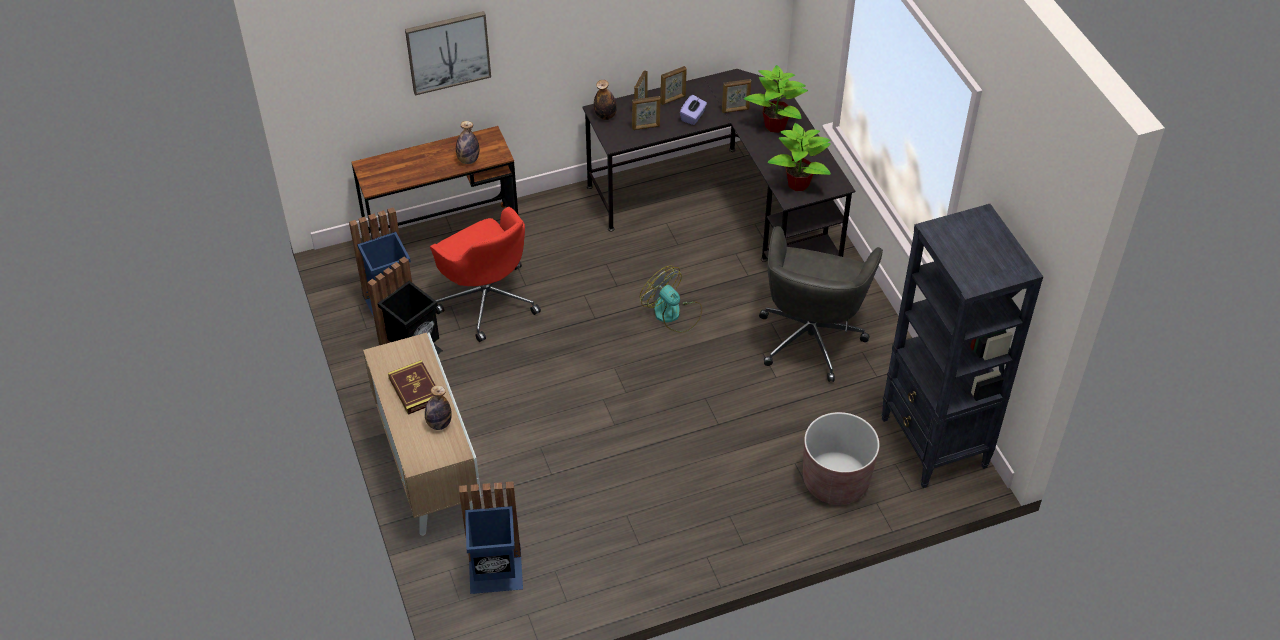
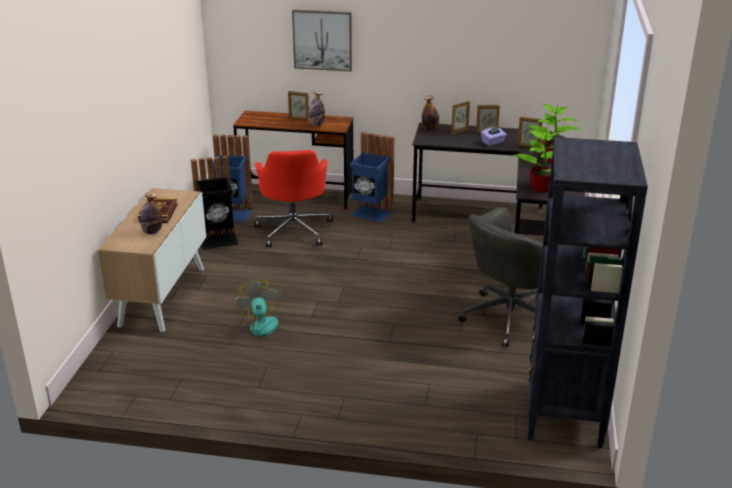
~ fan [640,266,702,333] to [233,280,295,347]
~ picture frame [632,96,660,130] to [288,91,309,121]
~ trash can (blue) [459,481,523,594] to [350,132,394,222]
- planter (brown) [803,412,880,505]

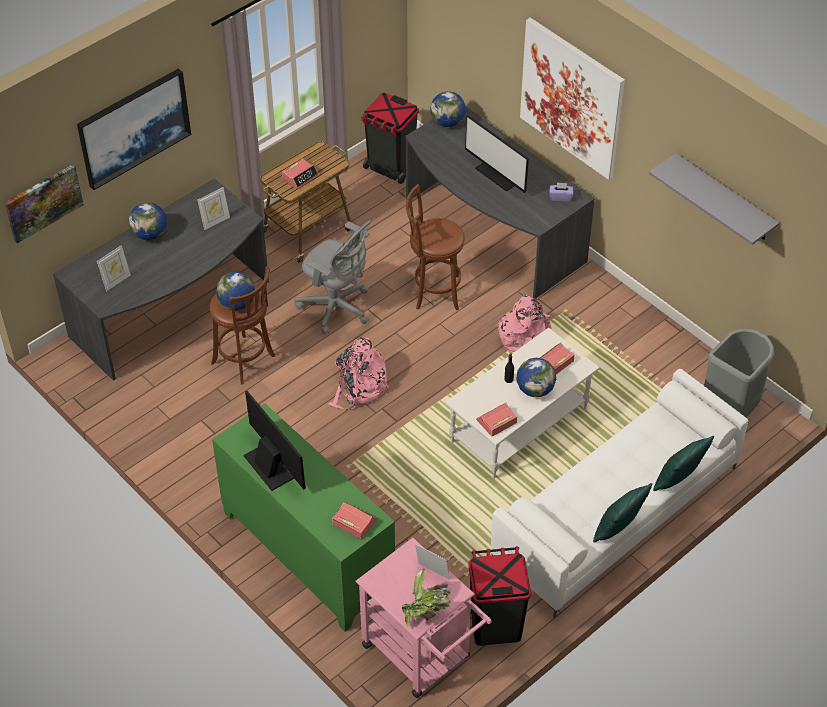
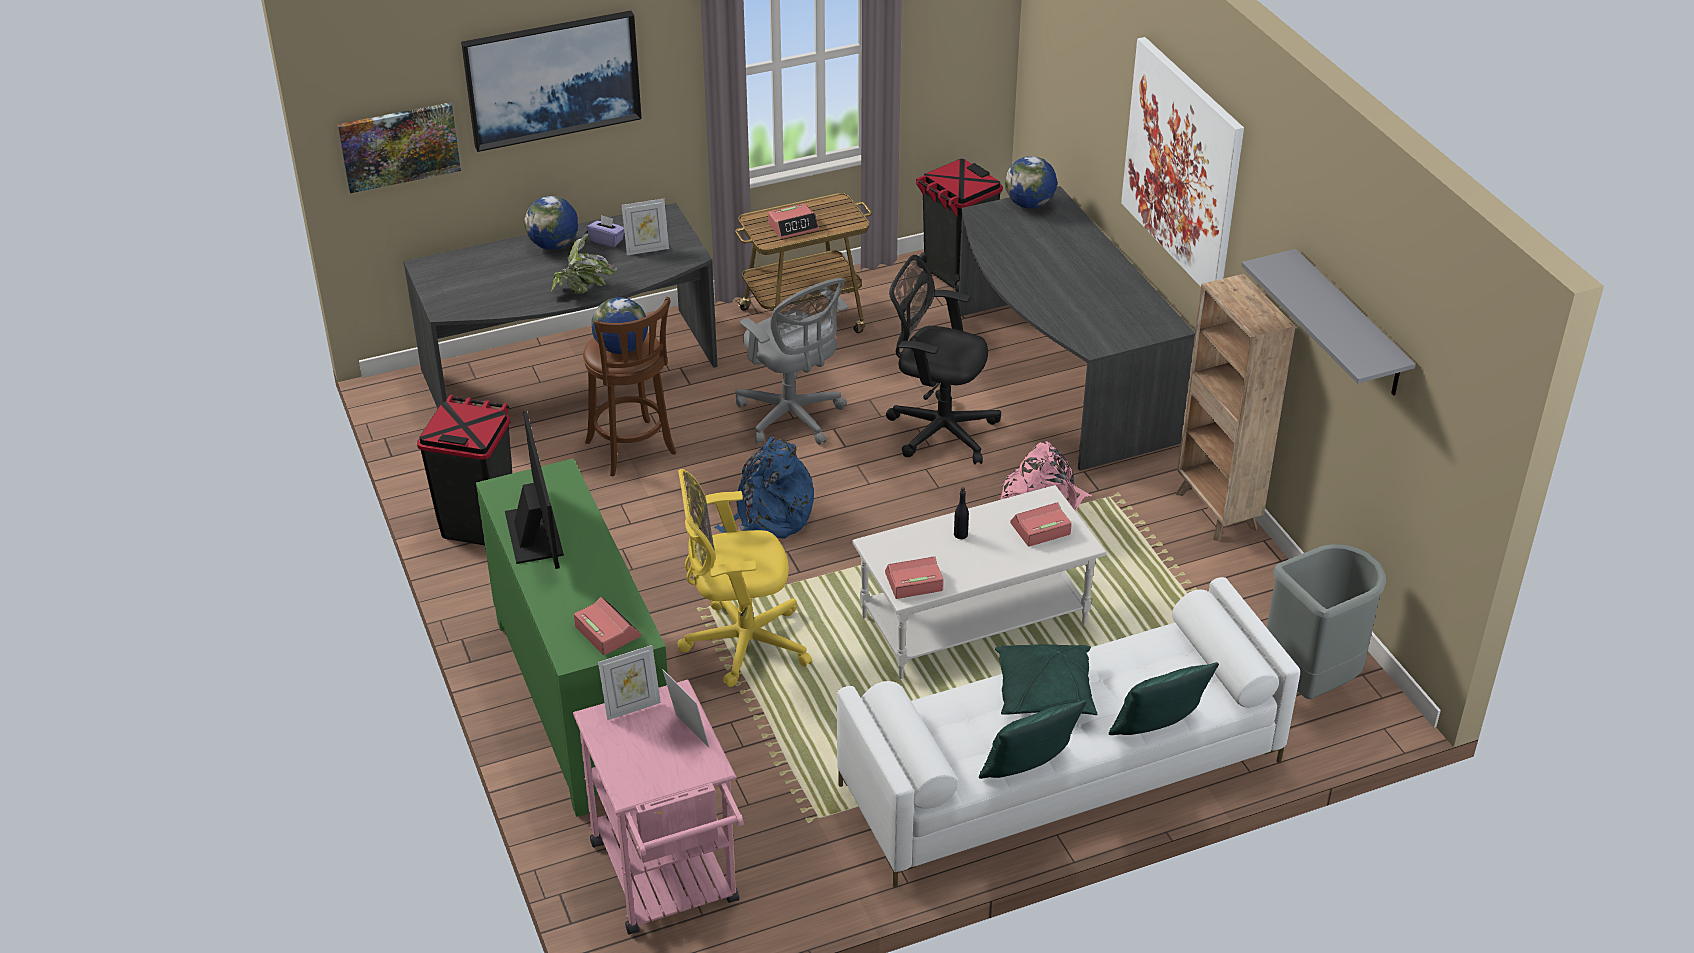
~ trash can (black) [468,546,531,646] to [417,395,512,545]
~ potted plant [402,567,451,626] to [550,230,617,294]
~ tissue box (purple) [549,182,573,202] to [586,215,624,247]
~ picture frame [97,245,131,291] to [598,645,661,720]
+ office chair (yellow) [677,469,812,687]
~ backpack (pink) [328,337,389,411] to backpack (blue) [715,436,814,538]
~ stool (brown) [406,184,465,310] to office chair (black) [886,255,1001,464]
+ pillow (green) [995,644,1097,715]
+ bookcase (brown) [1176,274,1295,541]
- monitor [465,115,529,193]
- globe [517,358,556,397]

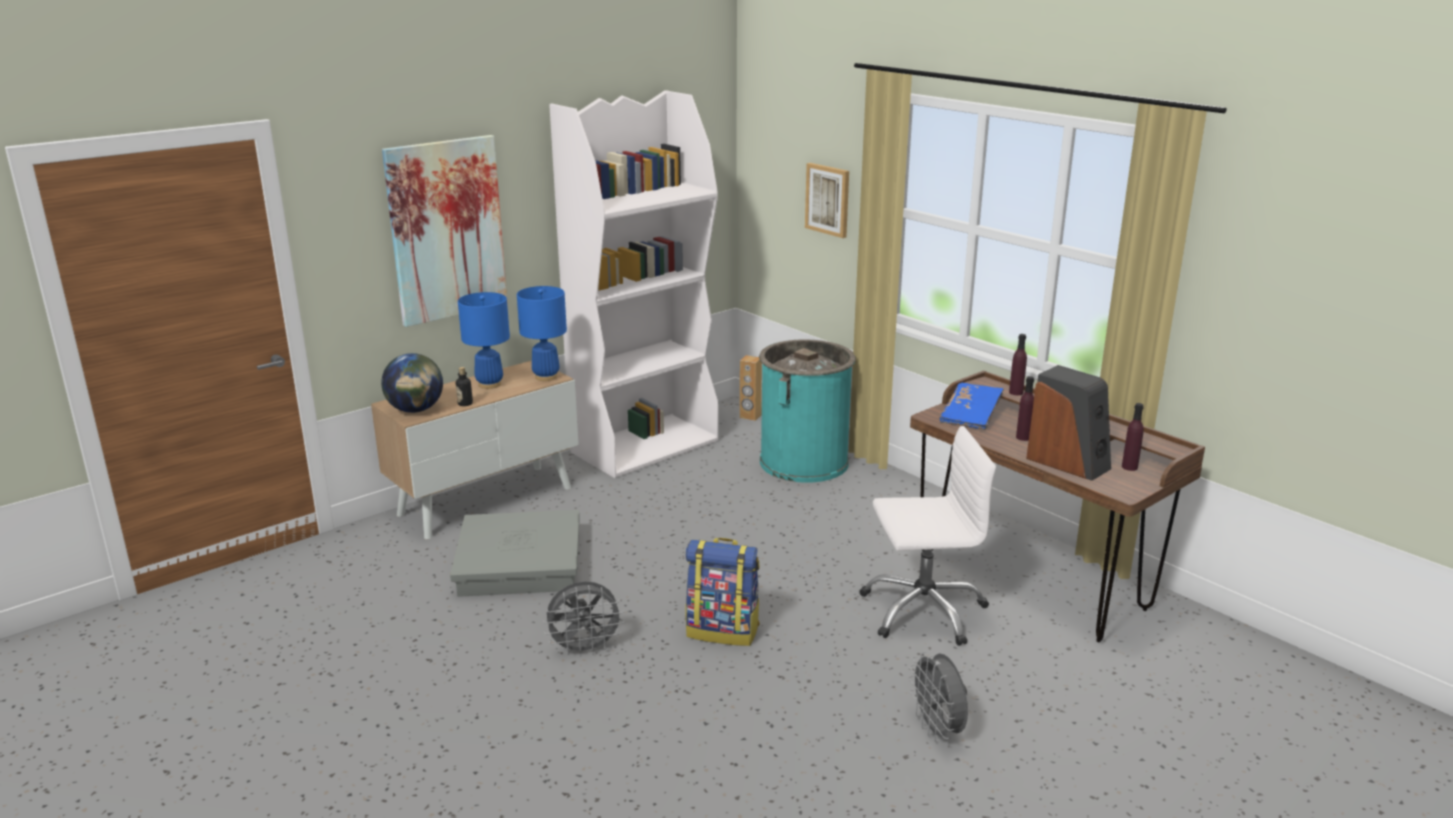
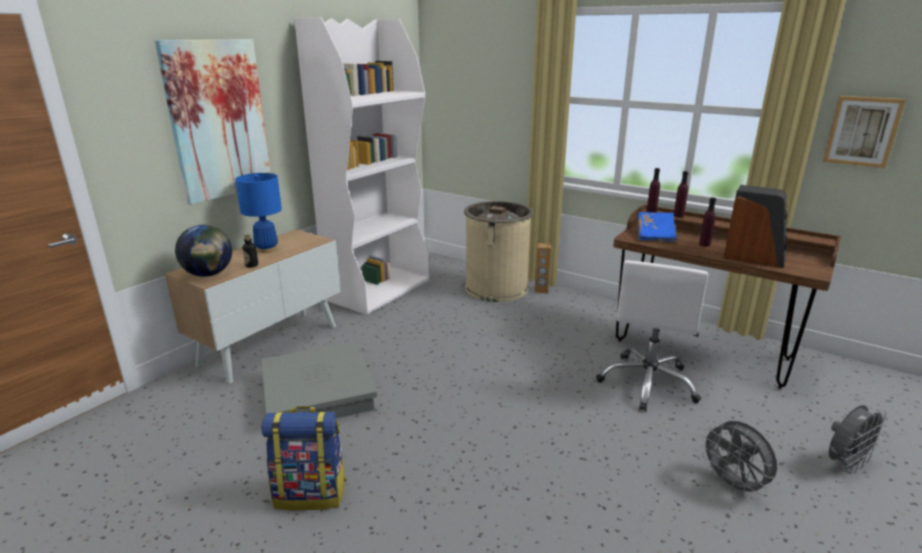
~ backpack [685,538,760,646] to [261,406,346,510]
~ trash can (turquoise) [759,339,856,483] to trash can (beige) [464,201,534,302]
~ speaker (brown) [740,355,762,421] to [534,243,551,294]
~ office chair (white) [859,426,996,646] = [596,260,708,411] 135 degrees clockwise
~ bottle (purple) [1122,403,1144,471] to [646,168,660,212]
~ picture [805,163,849,238] to [823,96,906,168]
~ fan (grey) [543,581,625,657] to [829,405,890,474]
- table lamp (blue) [517,286,567,381]

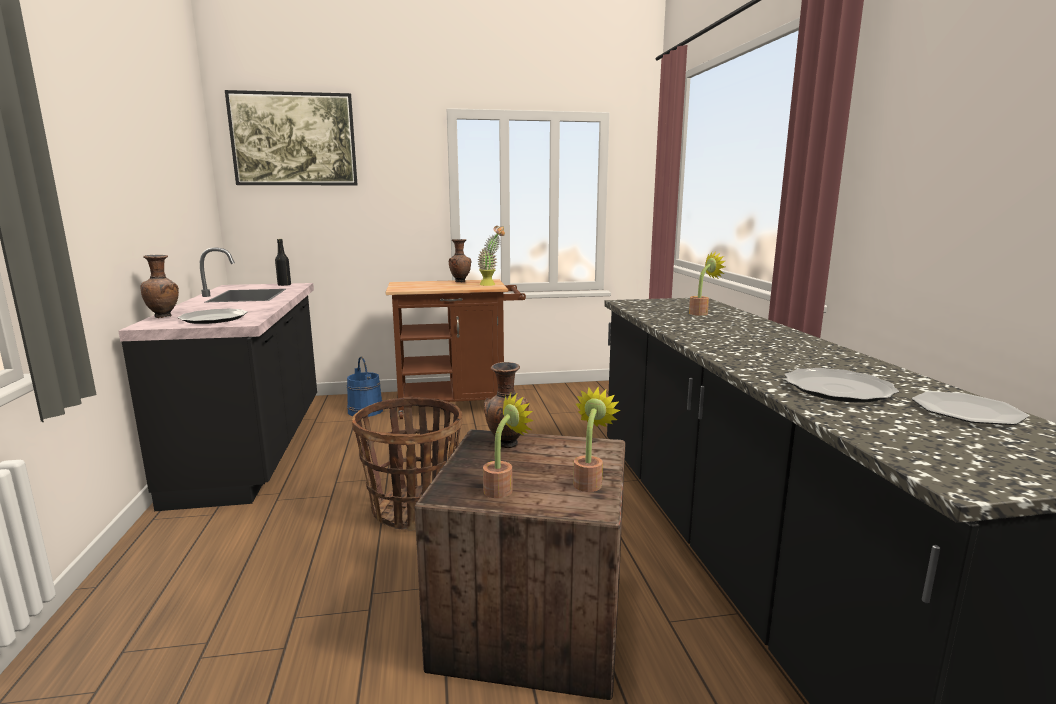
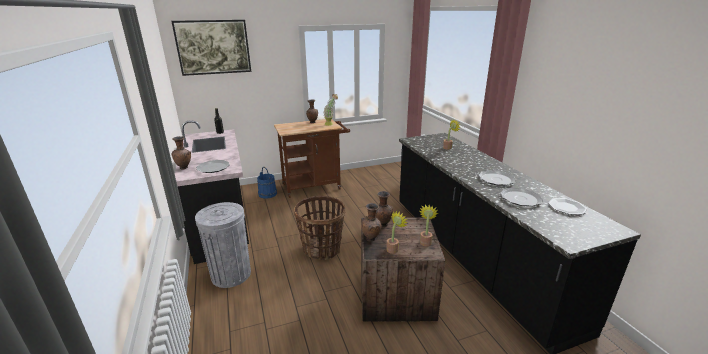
+ trash can (grey) [195,202,251,288]
+ vase (brown) [361,203,381,242]
+ plate [479,170,516,186]

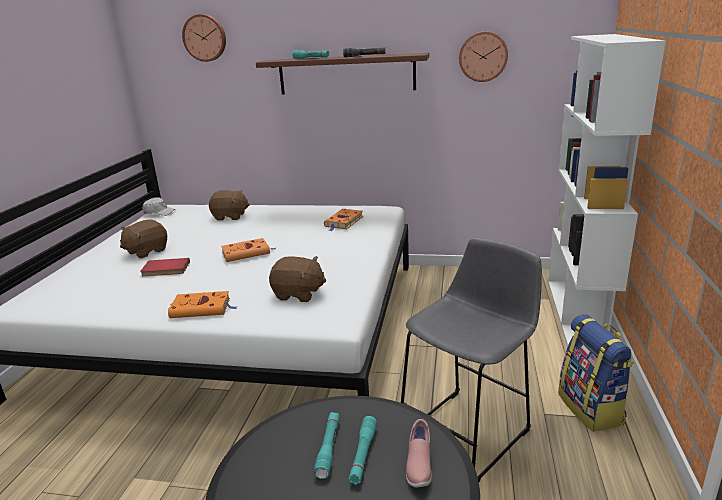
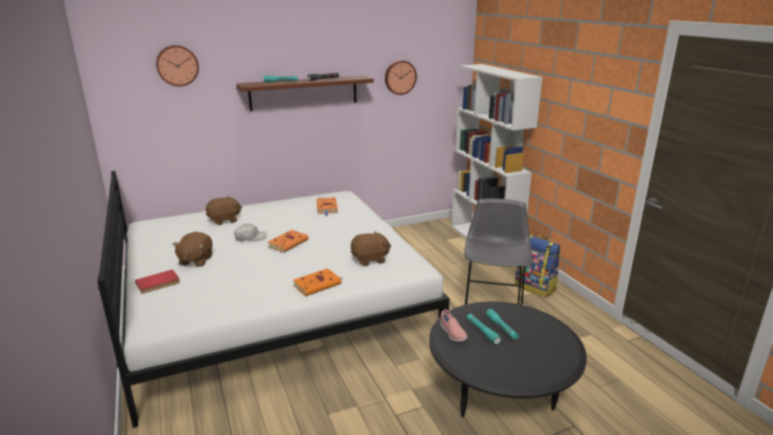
~ book (red) [140,258,190,276] to [135,269,180,294]
~ cap (white) [142,197,176,216] to [234,223,267,241]
~ shoe (pink) [406,419,432,487] to [440,309,468,342]

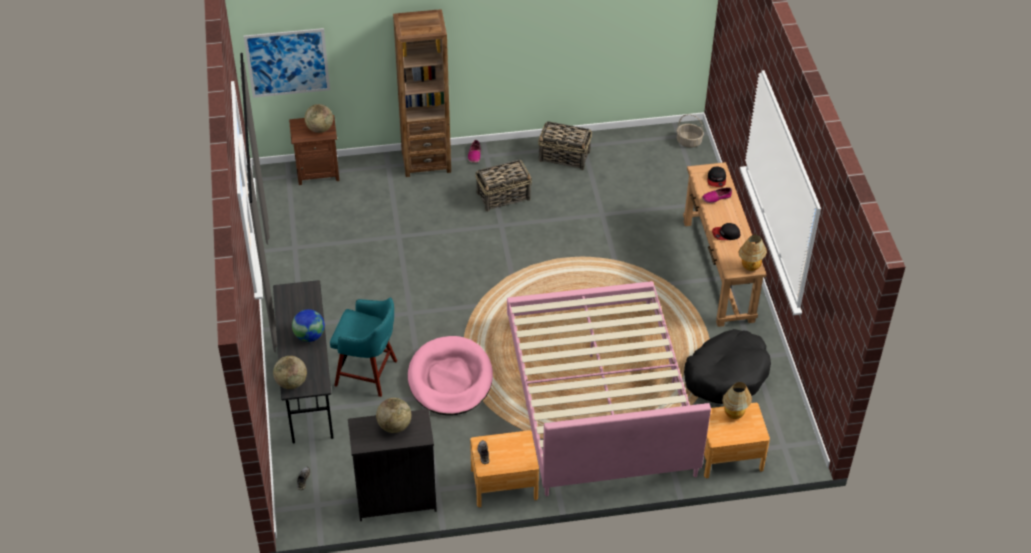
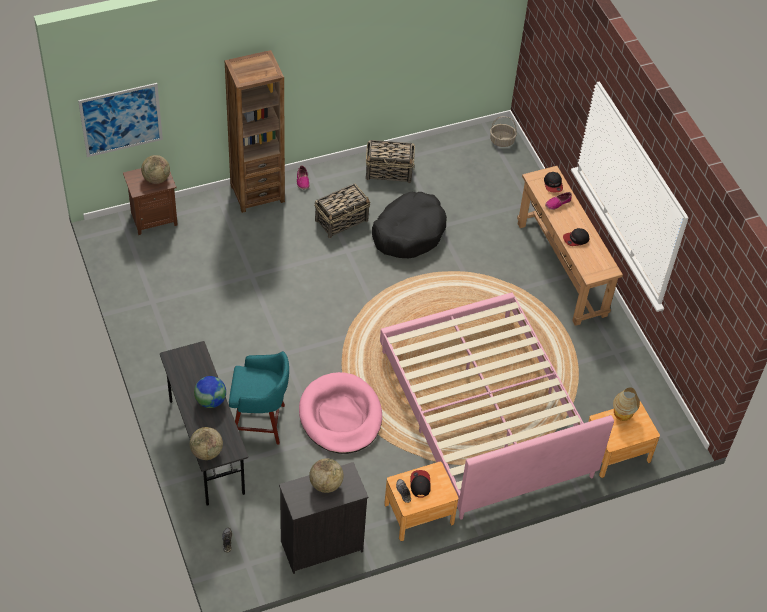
~ dog bed (black) [684,329,771,404] to [372,192,447,258]
+ cap [410,470,431,498]
- table lamp [739,235,767,271]

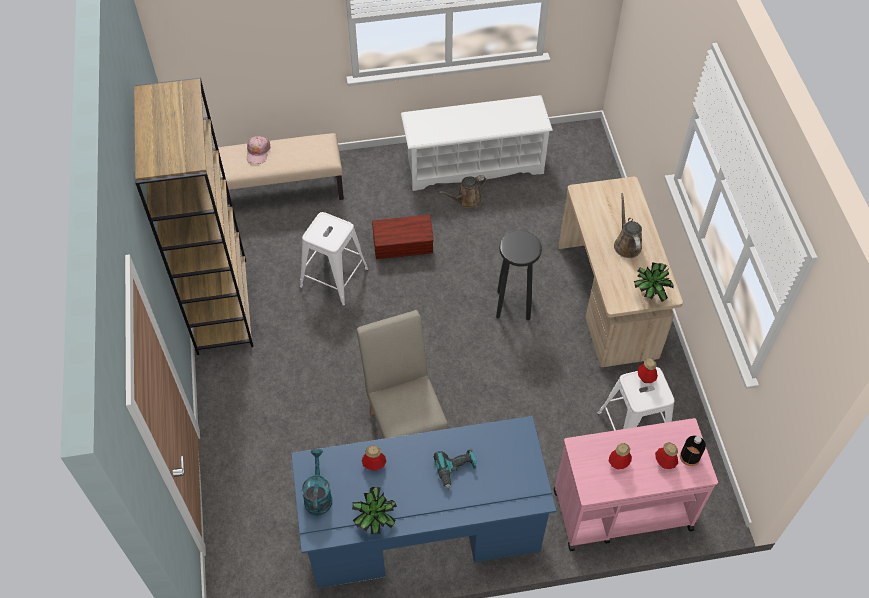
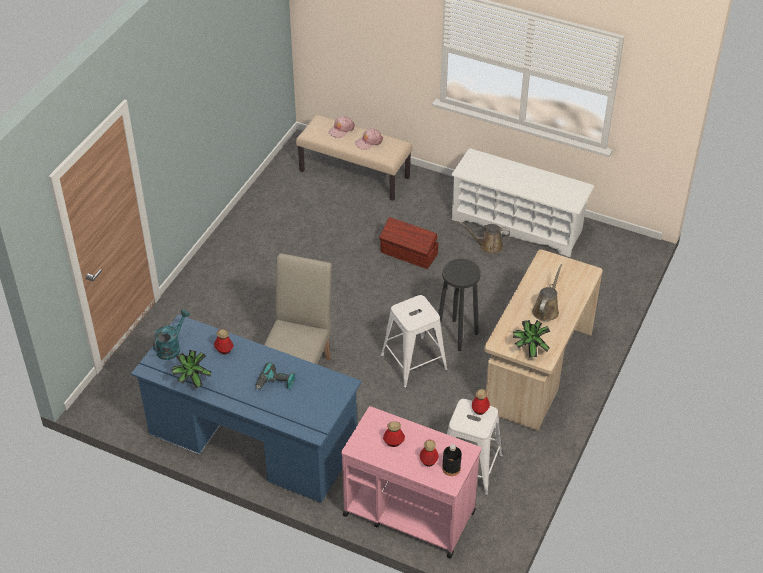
+ cap (pink) [355,128,383,150]
~ stool (white) [300,212,368,306] to [381,295,448,388]
- bookcase (brown) [134,78,253,355]

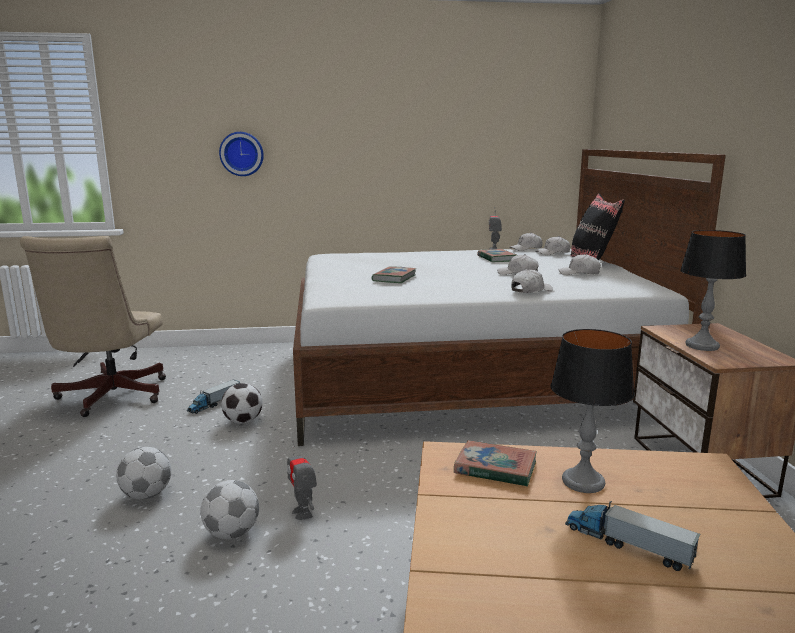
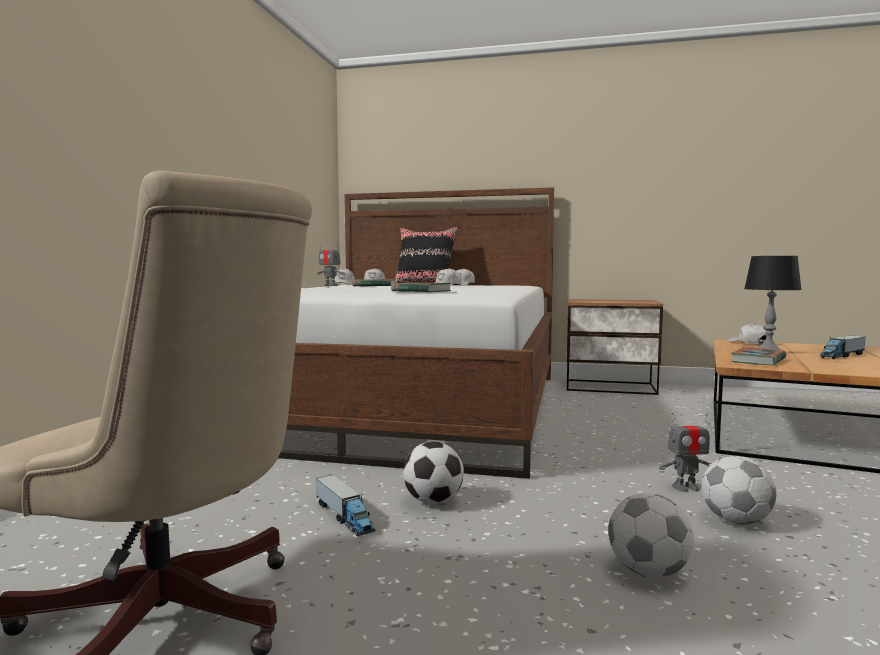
~ cap (white) [511,269,553,293] to [728,324,767,344]
- wall clock [219,132,264,176]
- table lamp [680,230,746,351]

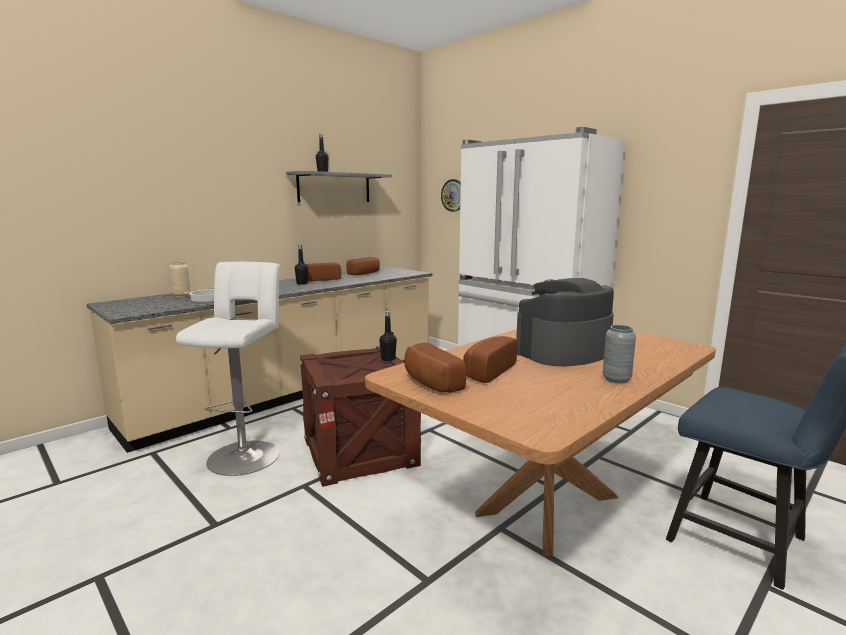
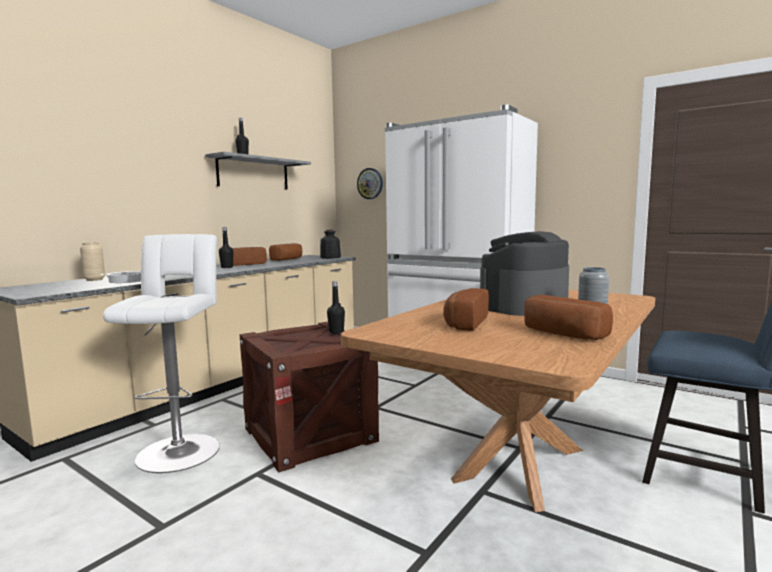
+ bottle [320,230,341,259]
~ bread [404,343,466,393] to [524,295,613,340]

